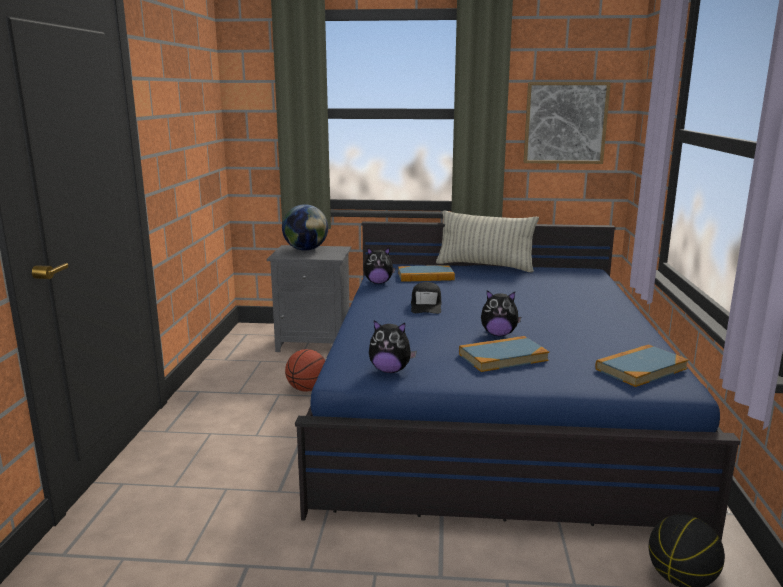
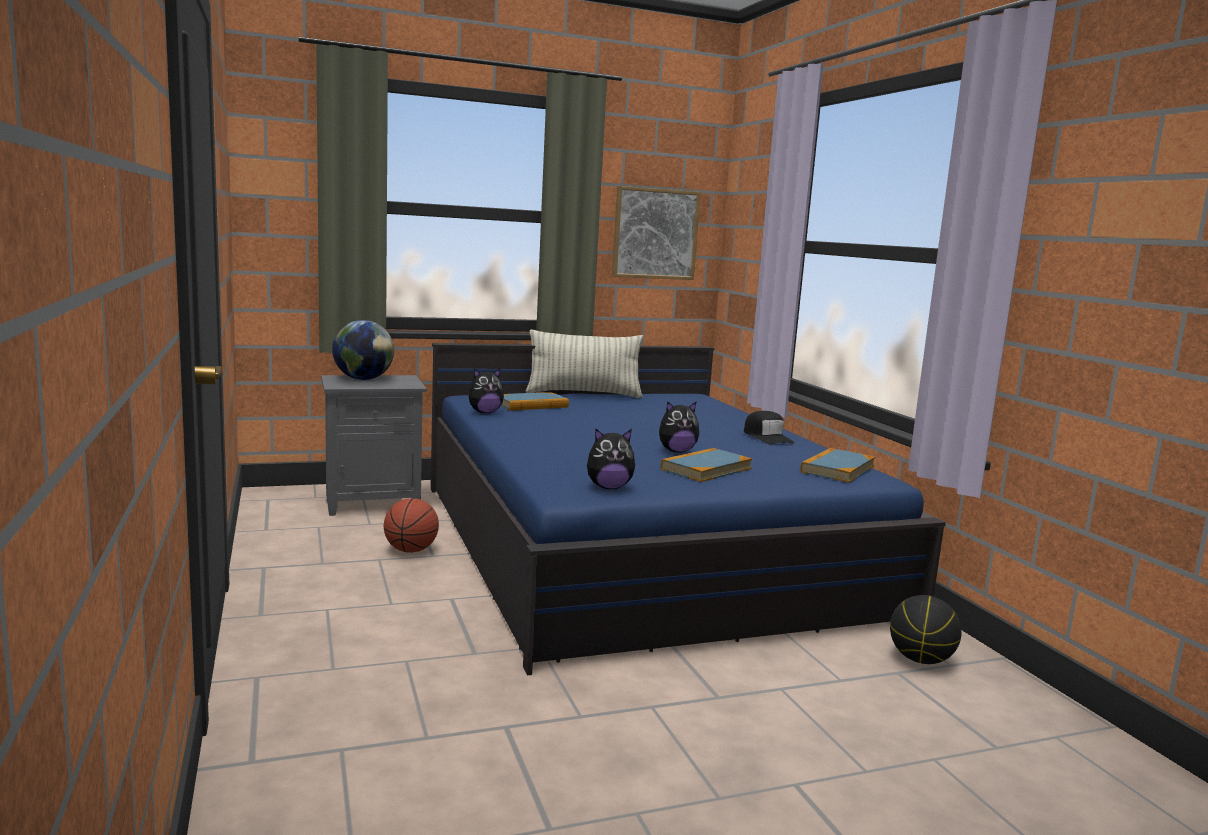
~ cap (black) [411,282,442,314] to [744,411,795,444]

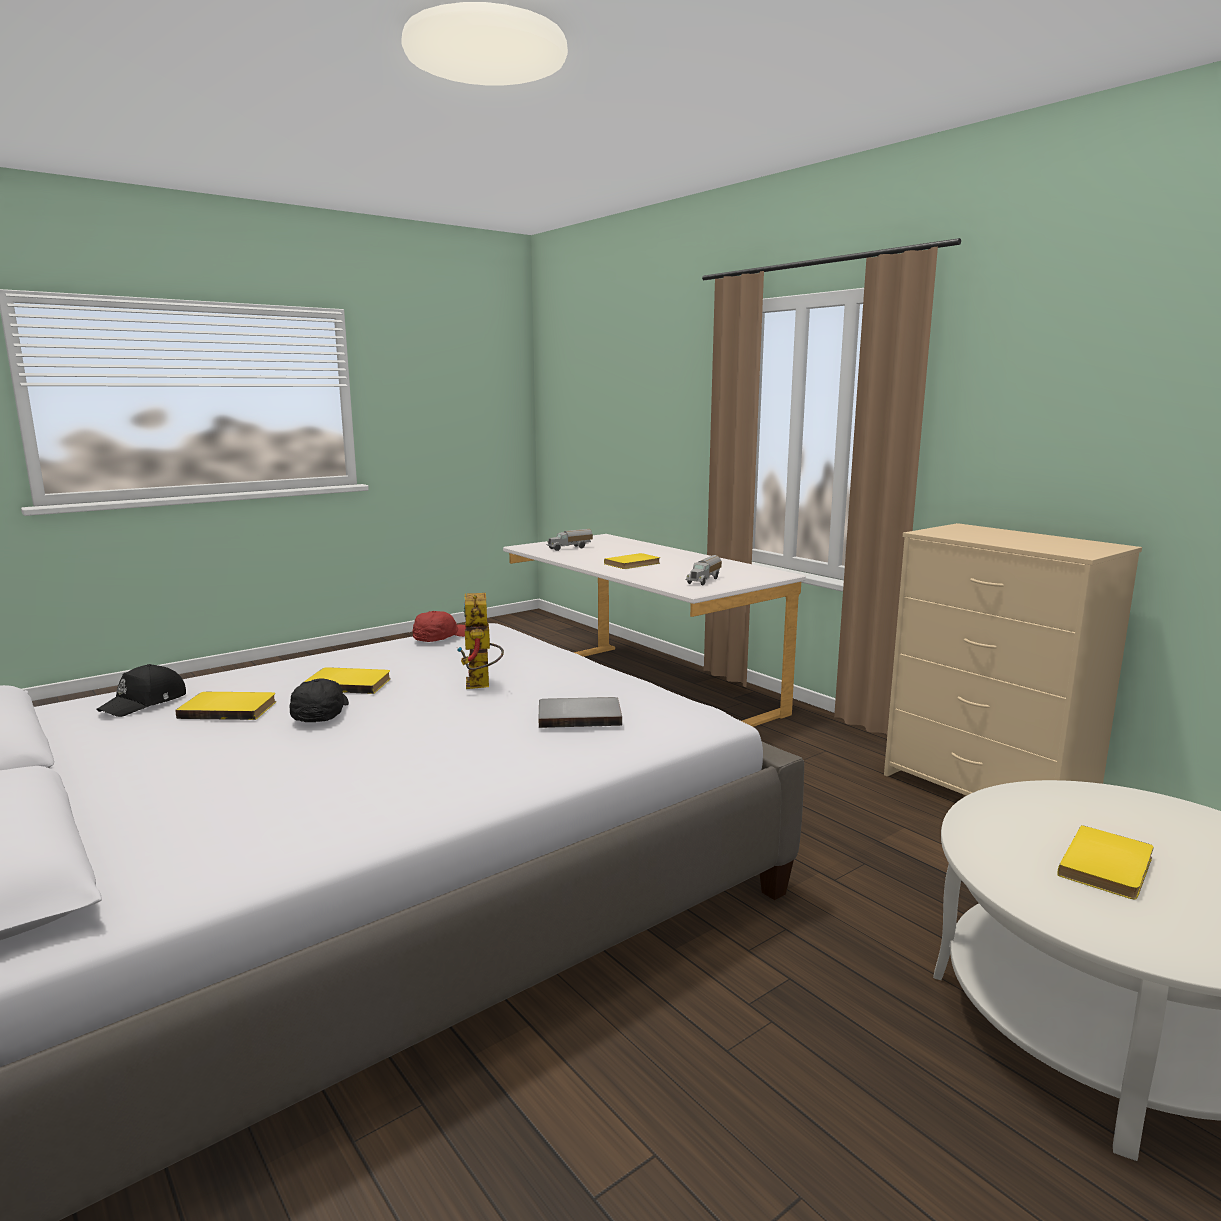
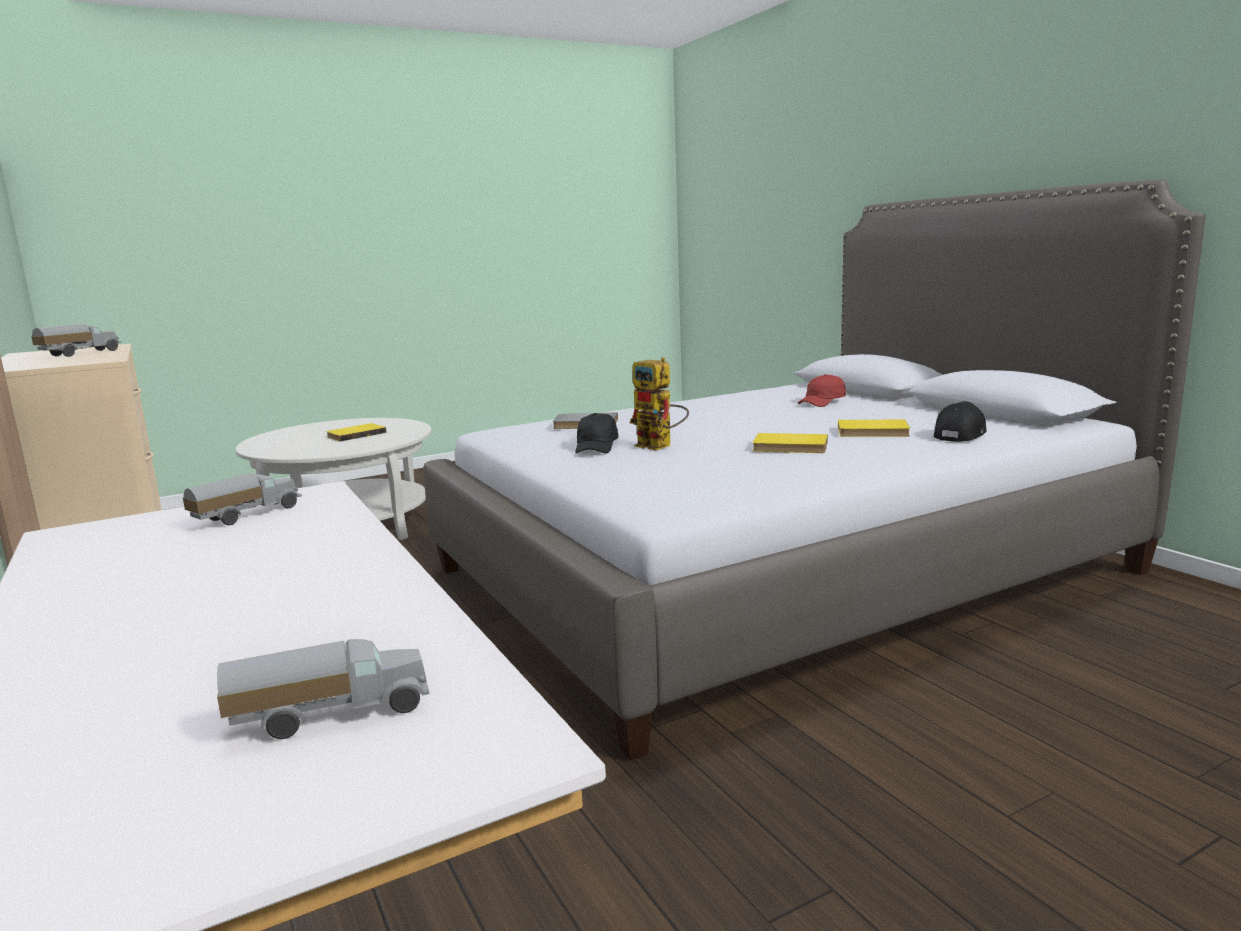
+ toy truck [31,323,122,357]
~ cap (black) [290,678,349,722] to [575,413,618,453]
~ toy robot [457,593,504,689] = [630,357,689,451] 135 degrees clockwise
~ cap (red) [412,611,465,642] to [798,374,846,407]
- book (yellow) [604,553,660,569]

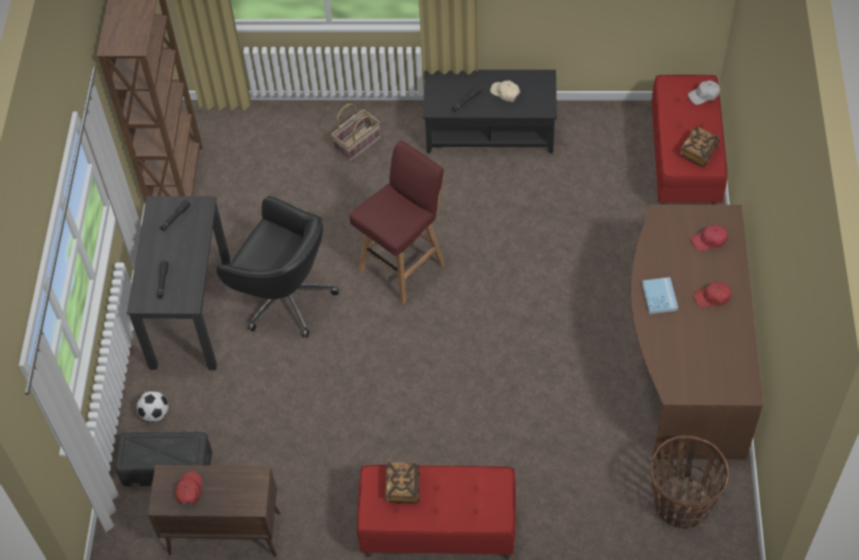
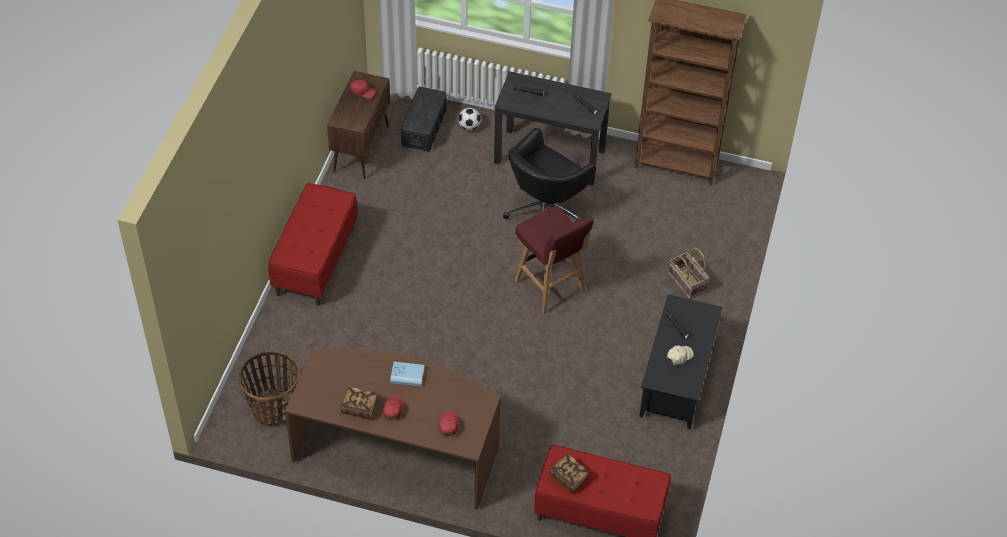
~ book [385,462,420,504] to [340,386,378,420]
- cap (white) [688,80,720,105]

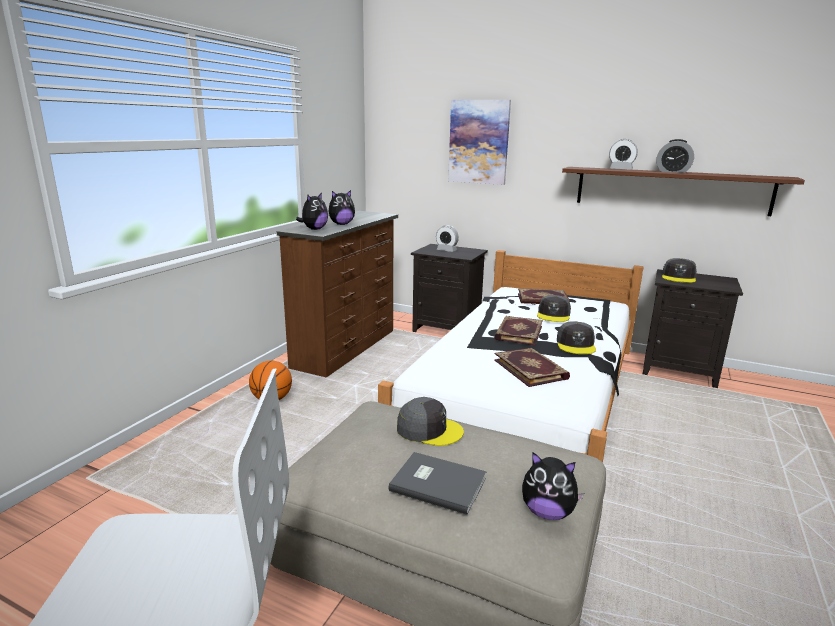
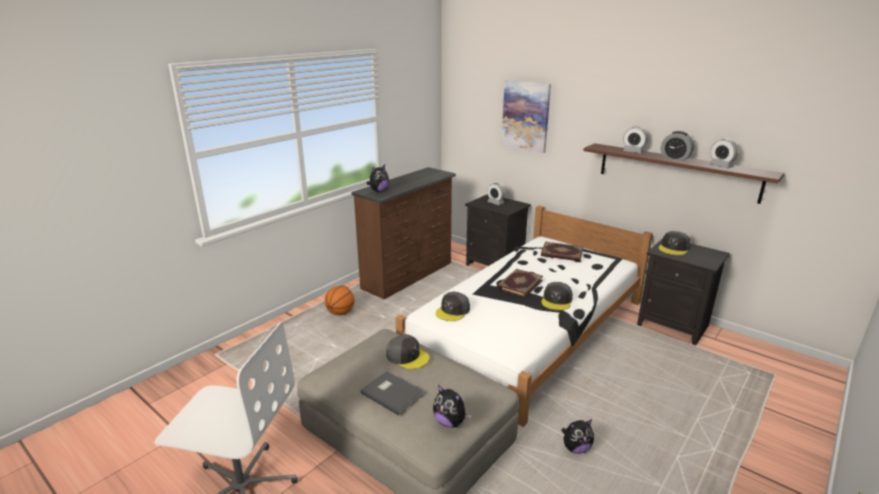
~ cap (grey) [537,295,571,322] to [436,292,470,321]
~ plush toy [329,190,355,225] to [561,419,594,454]
+ alarm clock [709,139,739,168]
- book [494,347,570,387]

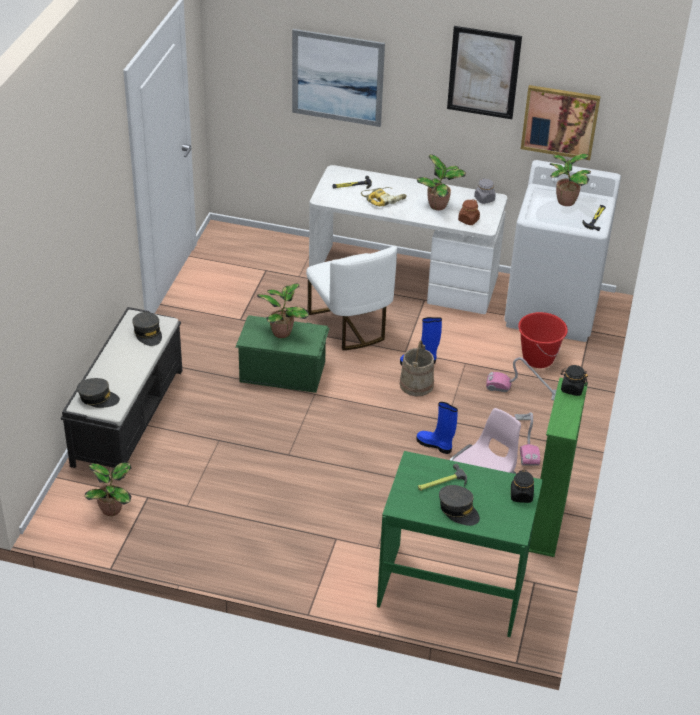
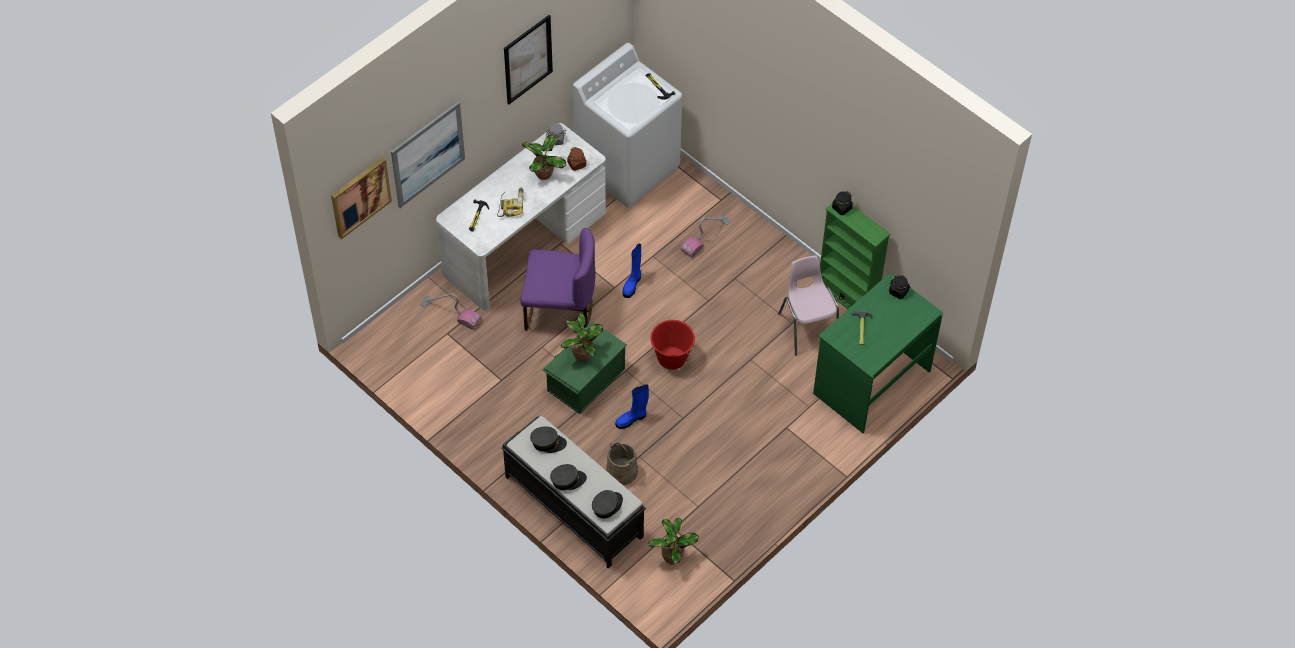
~ picture [521,85,601,160] to [331,157,392,239]
~ vacuum cleaner [514,412,540,466] to [420,293,481,329]
~ chair (white) [306,246,397,350] to chair (purple) [520,228,595,331]
~ cap (grey) [439,485,480,526] to [550,464,587,490]
~ bucket (beige) [400,340,434,396] to [606,442,638,485]
~ boot (blue) [416,402,458,454] to [615,384,649,429]
~ bucket (red) [518,312,568,368] to [650,320,695,370]
- potted plant [550,154,591,206]

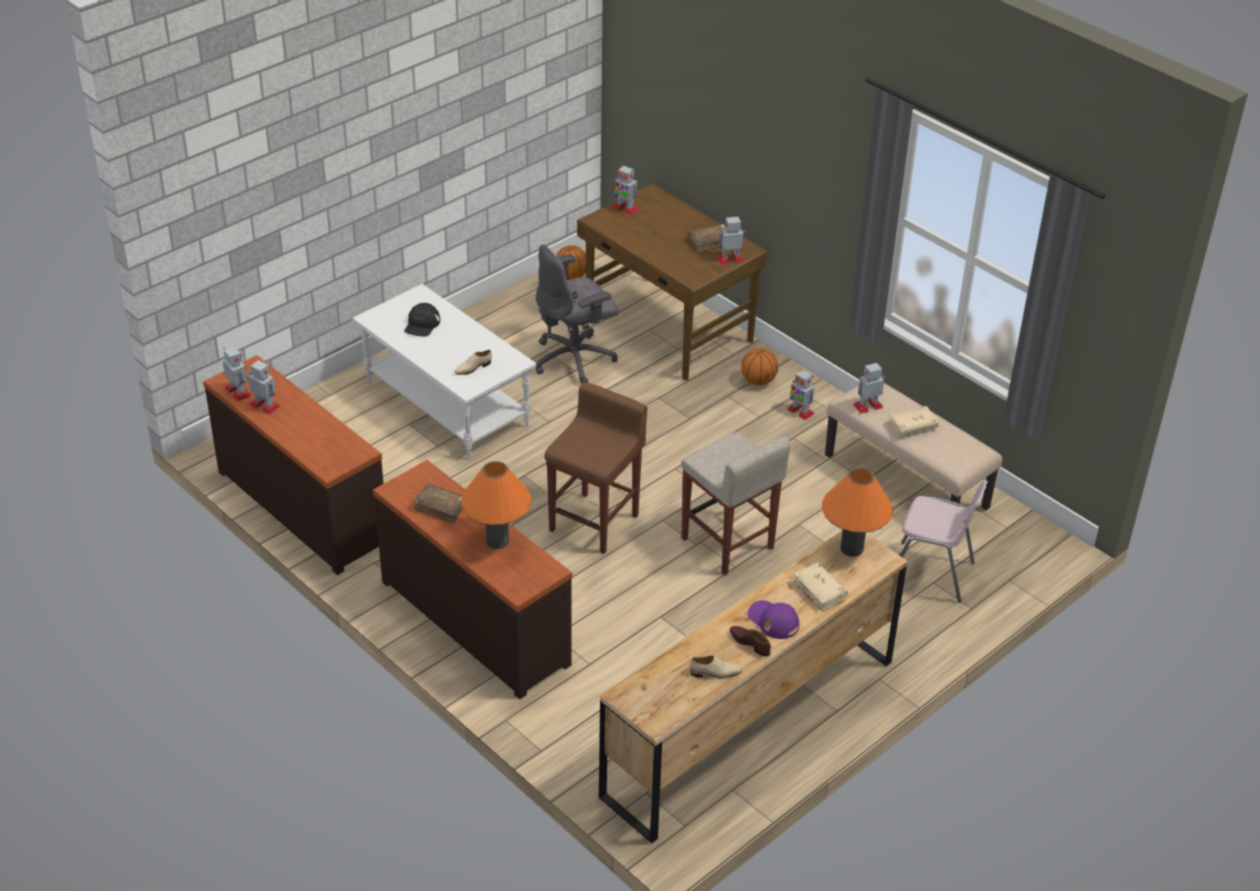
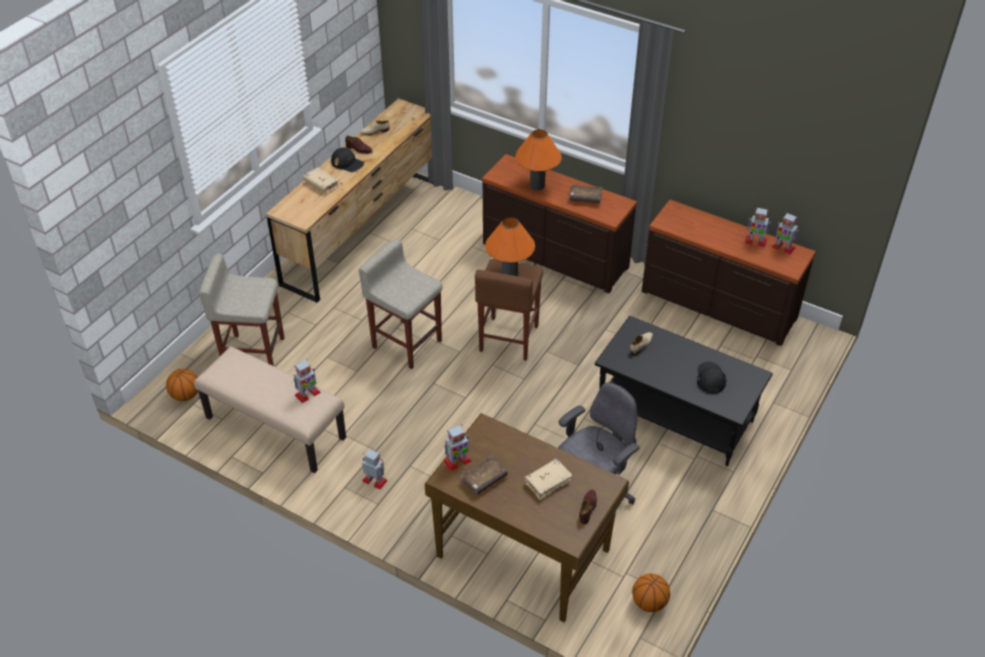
~ basketball [741,348,778,386] to [166,369,198,401]
~ chair (pink) [900,480,988,603] to stool (beige) [199,254,284,366]
~ cap (purple) [748,600,799,639] to cap (black) [331,148,364,172]
~ table lamp (orange) [822,468,893,557] to [485,217,535,276]
~ book (beige) [889,406,939,436] to [525,459,573,500]
~ toy robot [612,165,639,215] to shoe (brown) [579,490,597,524]
~ coffee table (white) [352,284,536,460] to coffee table (black) [595,316,773,466]

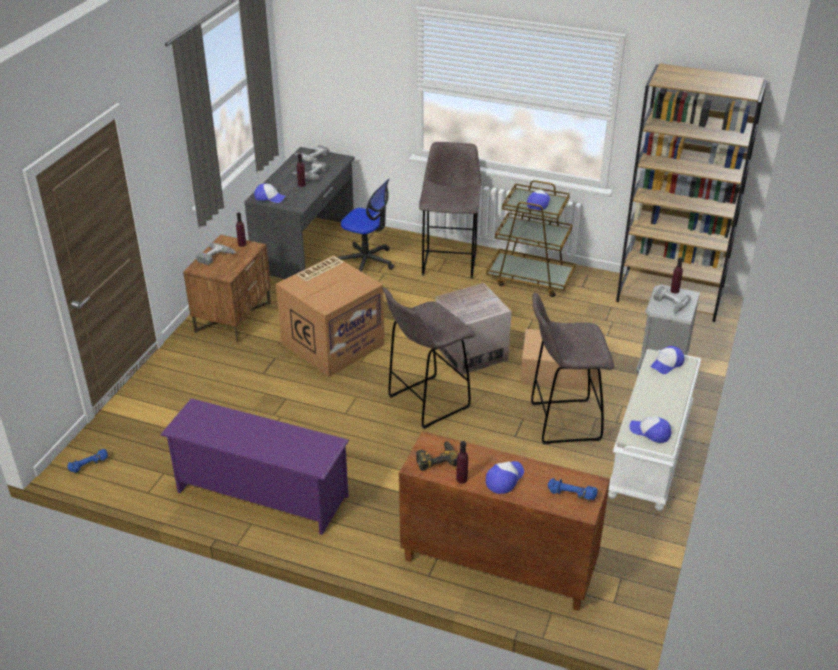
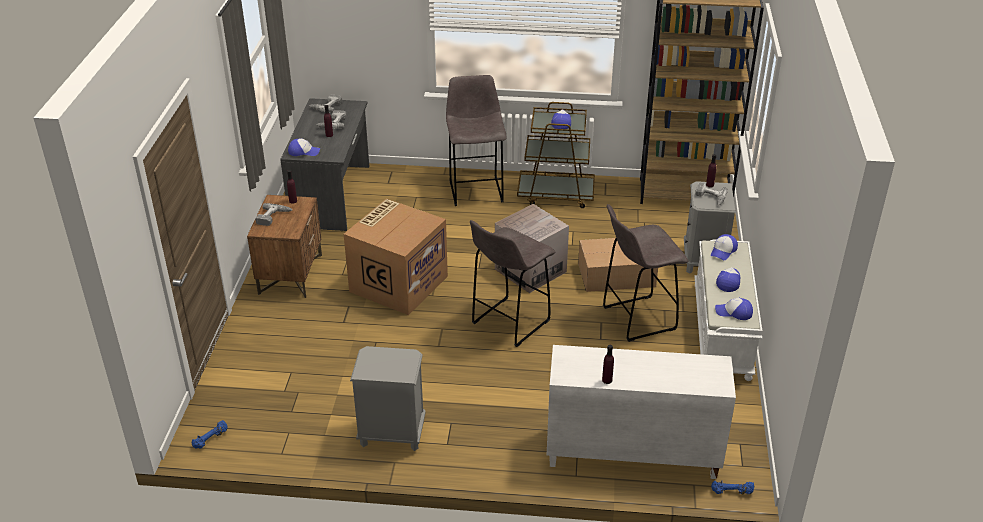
~ shoe rack (purple) [160,398,349,535] to nightstand (grey) [350,346,426,451]
~ cabinet (brown) [399,431,610,611] to cabinet (white) [547,345,736,479]
~ dumbbell (blue) [548,478,598,500] to [711,481,754,494]
~ cap [486,461,524,494] to [716,267,740,292]
- office chair [337,179,394,272]
- power drill [416,441,458,471]

